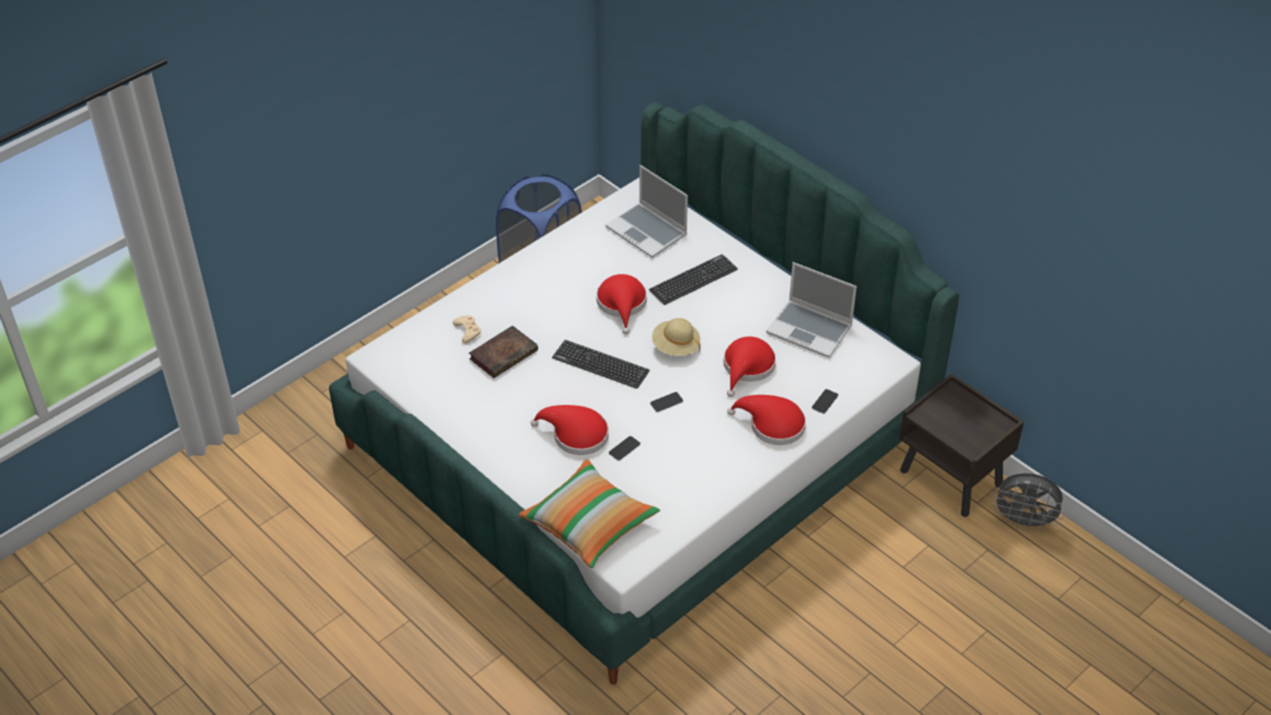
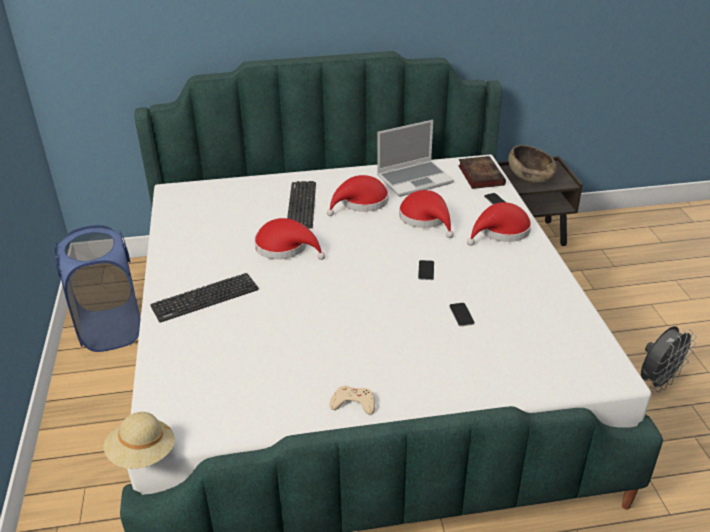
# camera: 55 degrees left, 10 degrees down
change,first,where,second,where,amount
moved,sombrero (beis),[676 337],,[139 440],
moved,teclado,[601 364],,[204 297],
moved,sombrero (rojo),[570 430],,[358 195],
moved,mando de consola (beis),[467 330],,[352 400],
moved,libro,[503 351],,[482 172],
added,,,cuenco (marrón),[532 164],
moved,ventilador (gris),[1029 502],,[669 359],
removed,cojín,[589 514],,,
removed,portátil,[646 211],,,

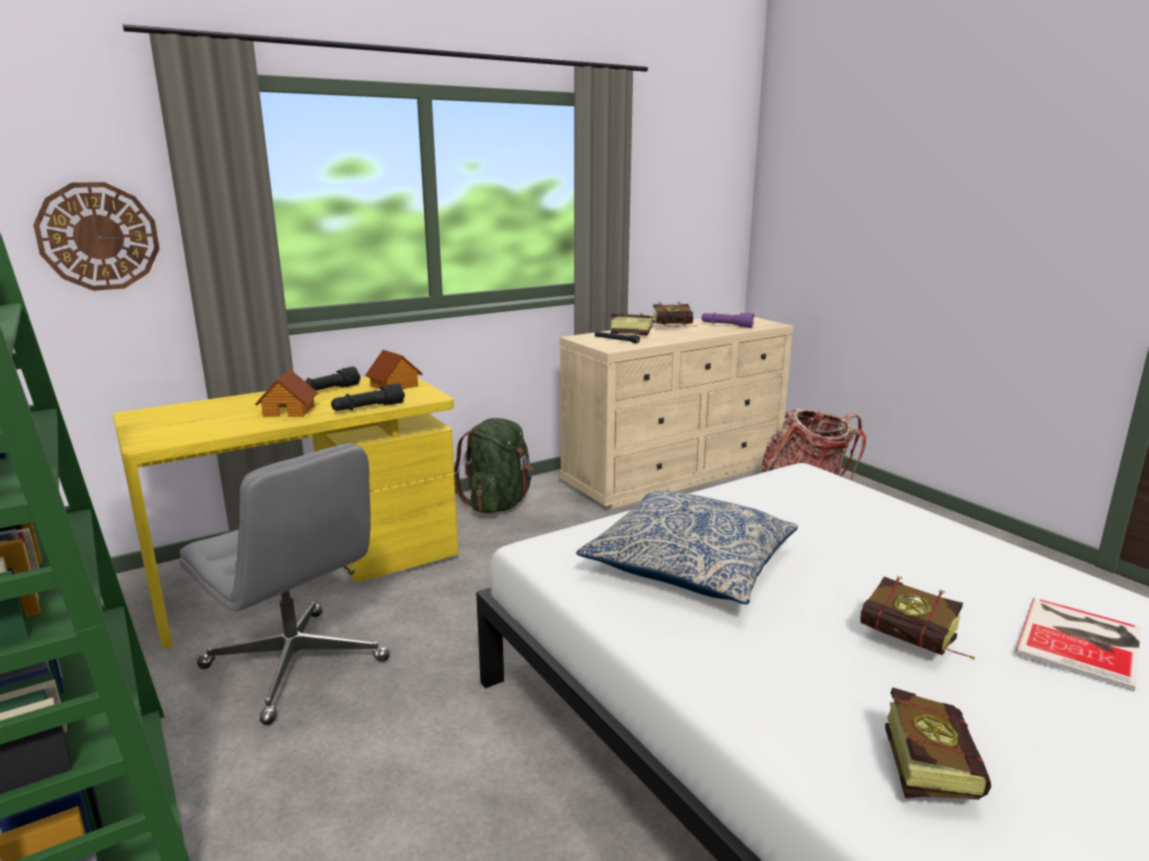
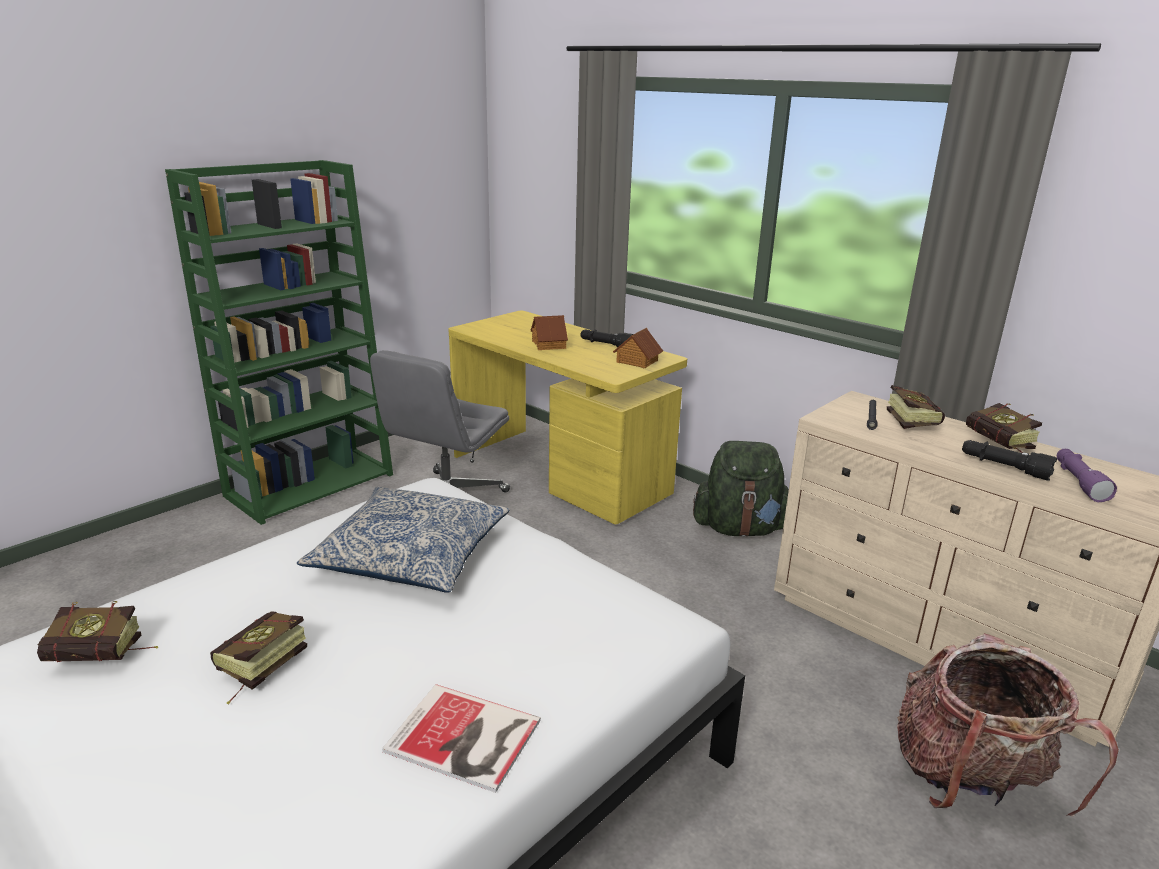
# camera: 75 degrees right, 5 degrees up
change,first,where,second,where,amount
moved,libro,[1078 645],,[461 738],
moved,linterna (negro),[368 397],,[1009 460],
removed,reloj de pared,[96 236],,,

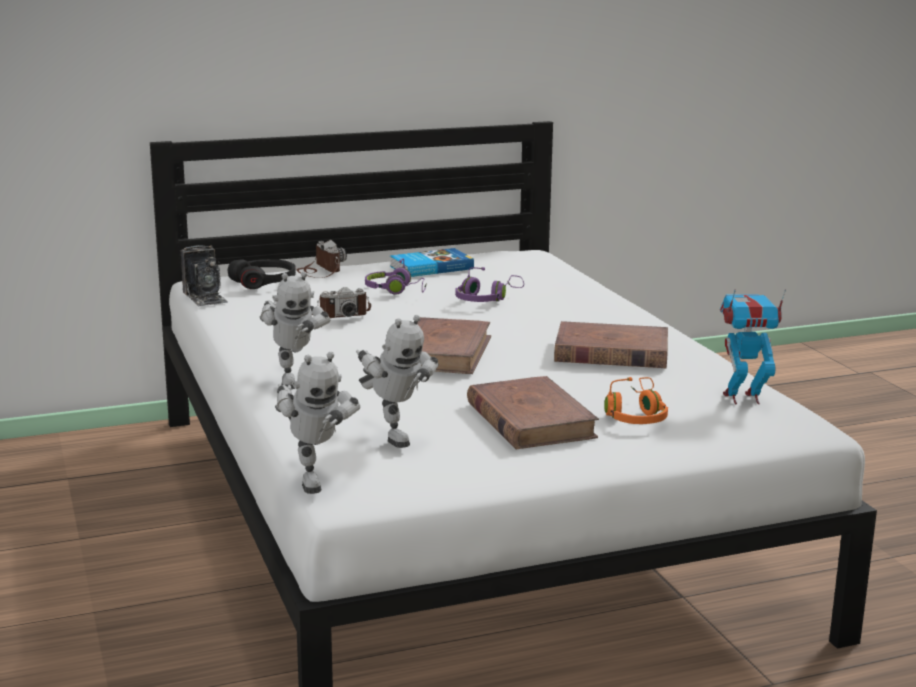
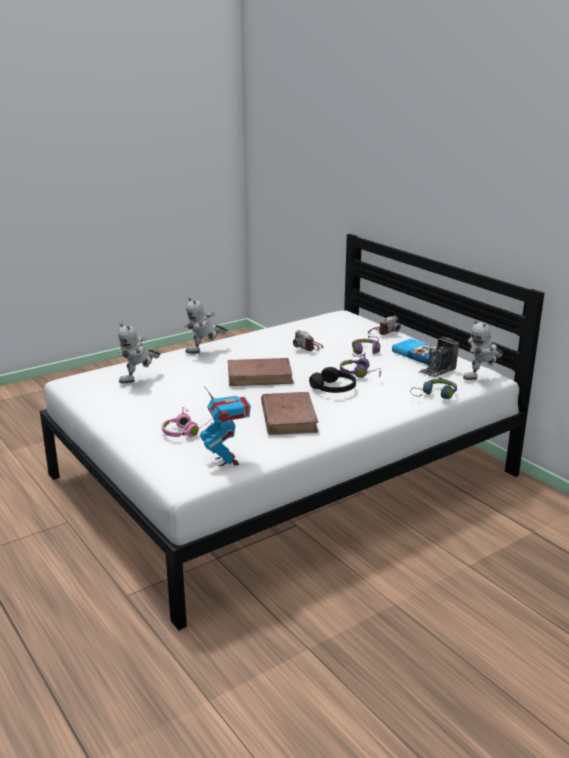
# camera: 75 degrees right, 5 degrees up
change,first,where,second,where,amount
recoloured,auriculares (naranja),[636 400],auriculares (rosa),[187 422],
moved,auriculares (negro),[262 274],,[332 380],
added,,,auriculares (azul),[433 388],
moved,cámara,[204 275],,[439 357],
moved,robot de juguete,[317 423],,[483 350],
removed,libro (marrón),[533 412],,,

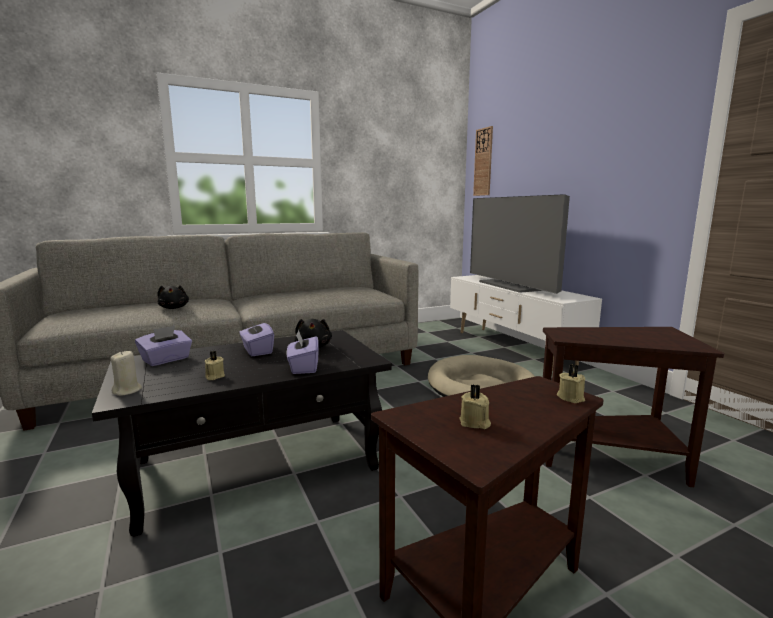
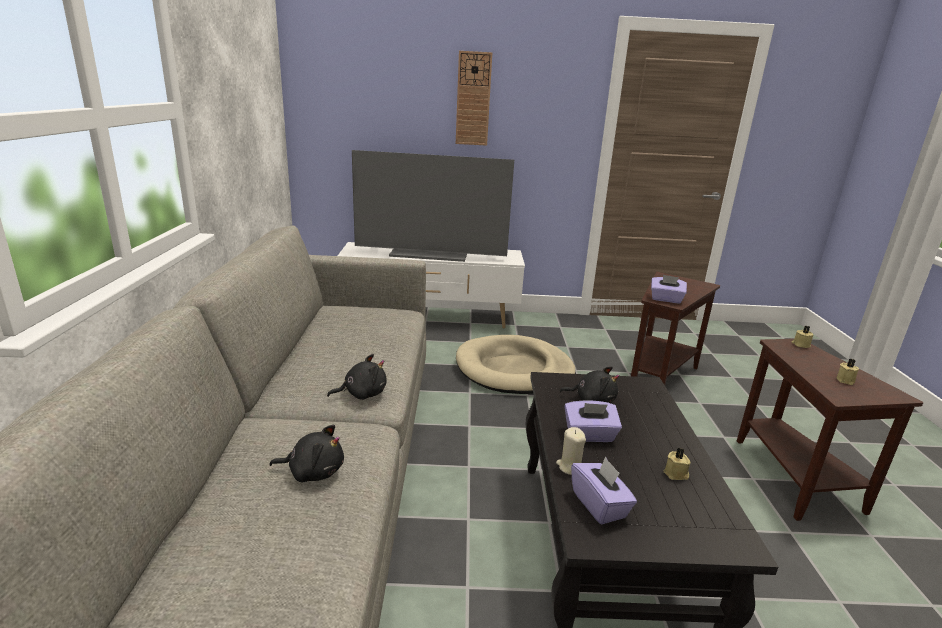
# camera: 65 degrees left, 10 degrees up
change,first,where,second,where,amount
added,,,peluche (negro),[357 377],
moved,reloj de pared,[483 161],,[474 98],
moved,vela (beis),[126 373],,[571 451],
moved,caja de pañuelos (morado),[303 352],,[669 289],

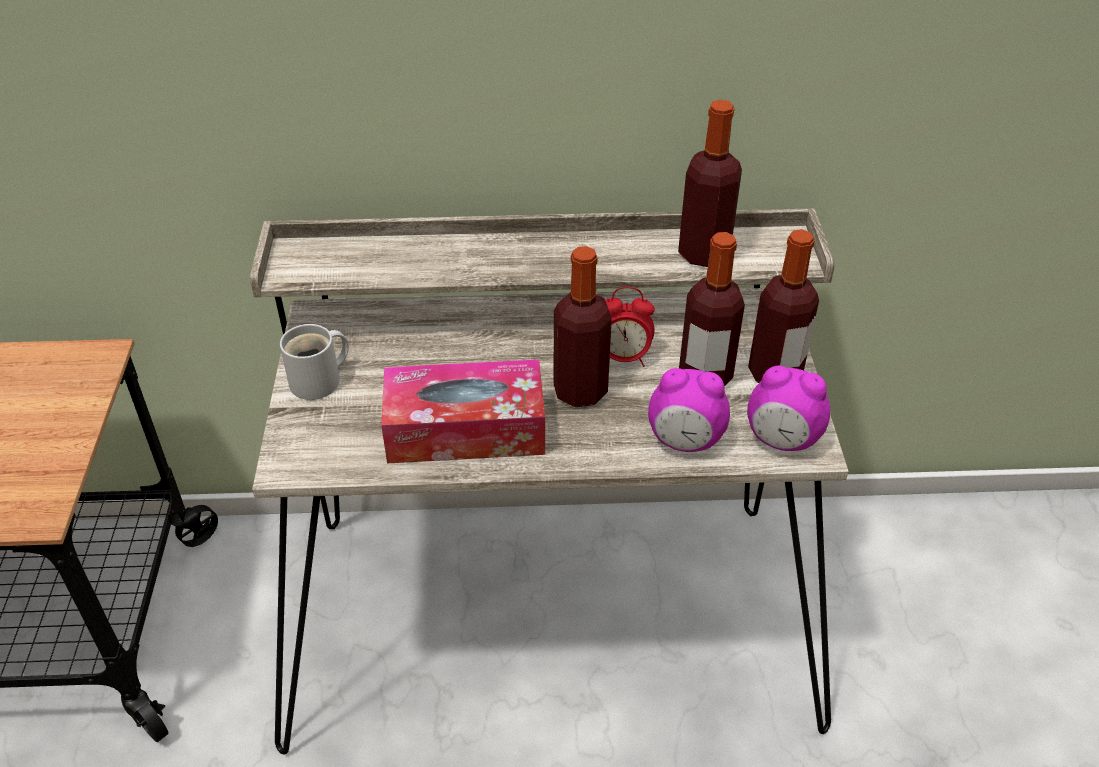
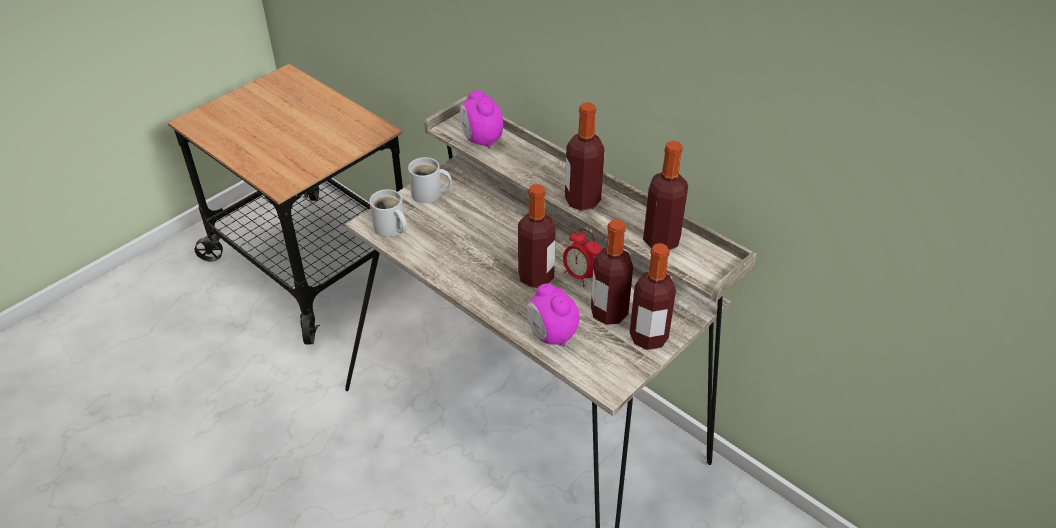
# camera: 45 degrees right, 0 degrees up
change,first,where,second,where,amount
added,,,taza grande (blanco),[388 213],
moved,despertador,[788 408],,[481 119],
added,,,botella,[585 156],
removed,caja de pañuelos,[463 411],,,

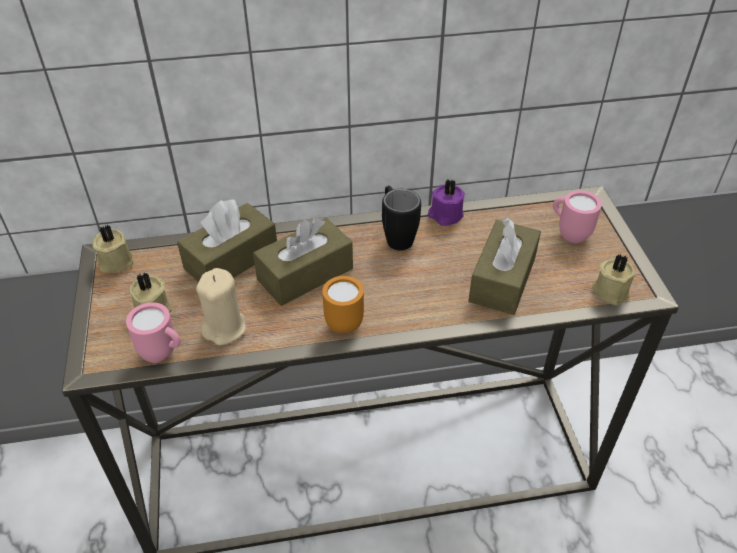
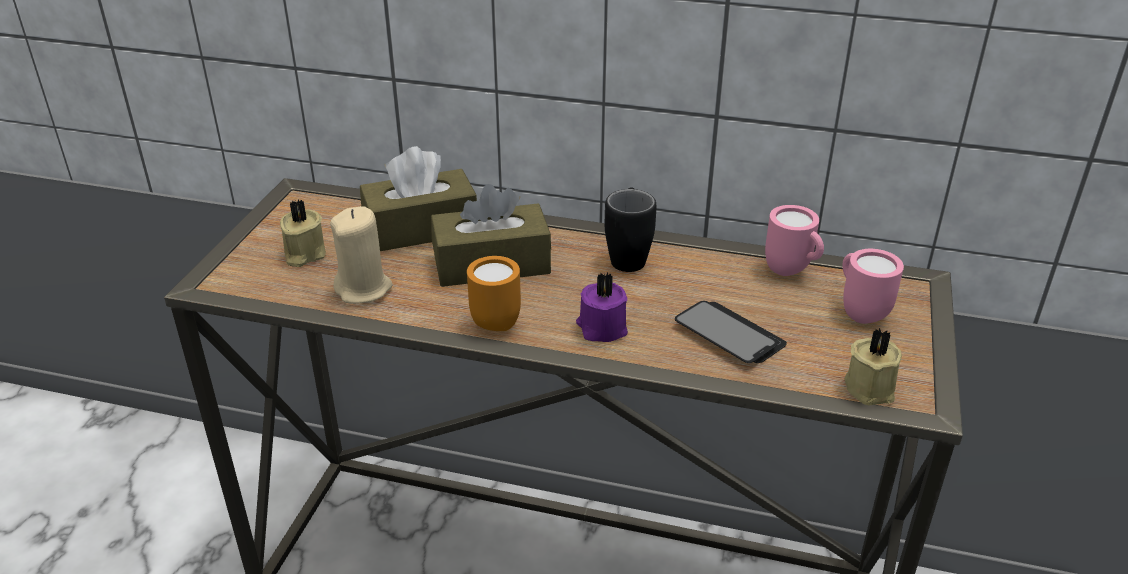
# camera: 25 degrees right, 10 degrees down
change,first,where,second,where,amount
moved,vela (morado),[446 202],,[602 307],
replaced,caja de pañuelos (marrón),[504 266],móvil,[731 332],
moved,taza grande (rosa),[153 332],,[794 240],
removed,vela (beis),[112 249],,,

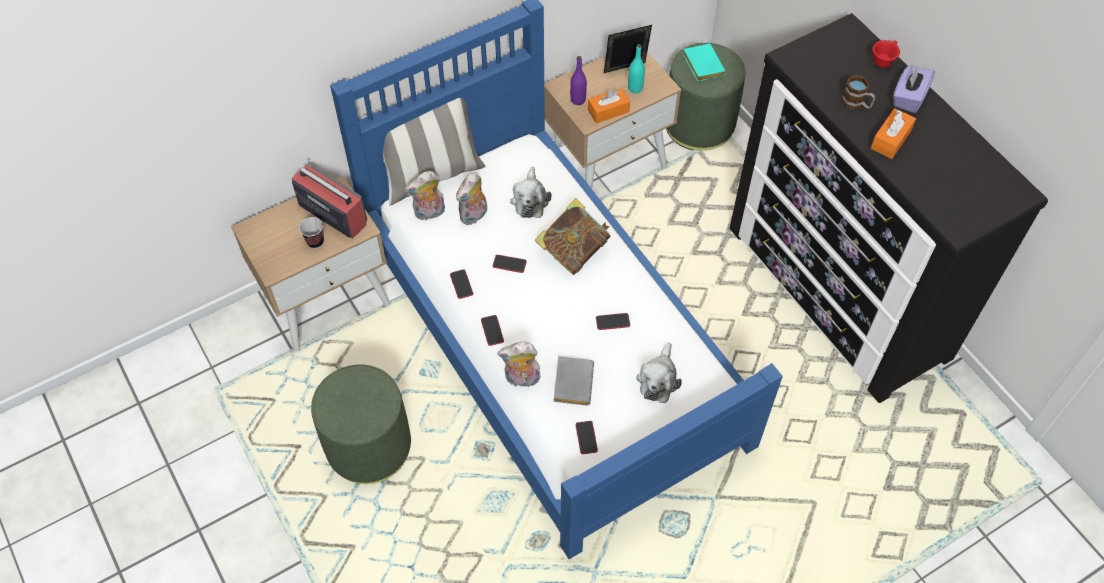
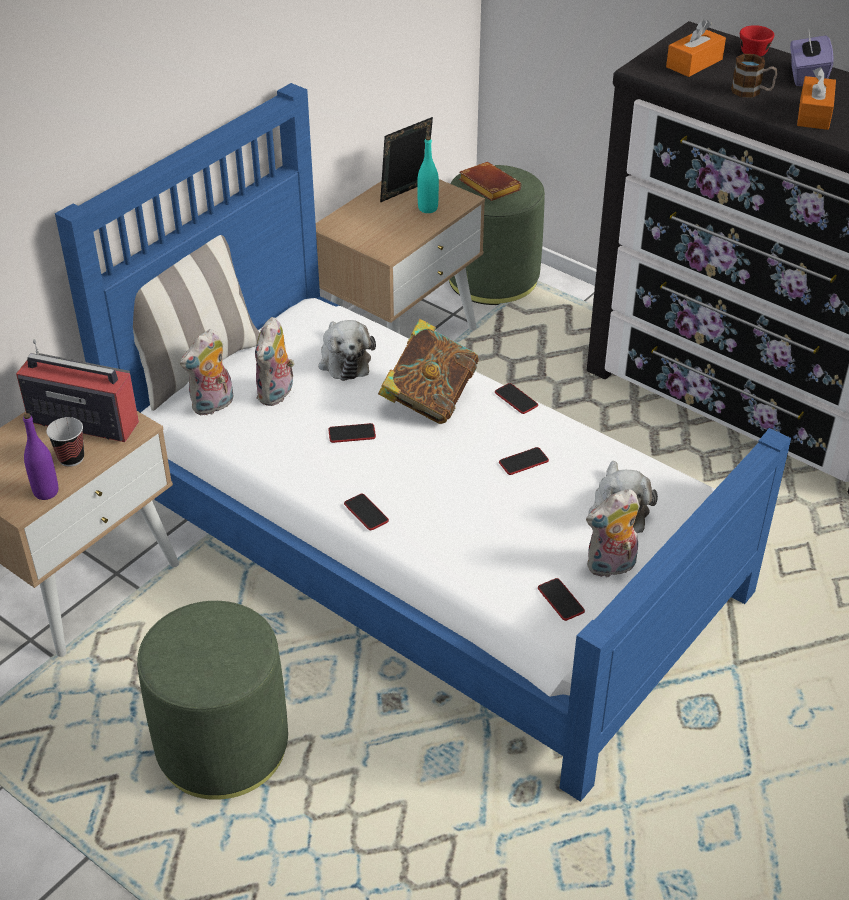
# camera: 20 degrees left, 15 degrees down
change,first,where,second,where,amount
moved,botella (morado),[578 80],,[40 456],
recoloured,libro (turquesa),[704 63],libro (marrón),[490 181],
moved,móvil,[461 284],,[516 398],
moved,peluche,[519 364],,[613 533],
moved,caja de pañuelos (naranja),[609 105],,[696 48],
removed,libro (gris),[573 381],,,

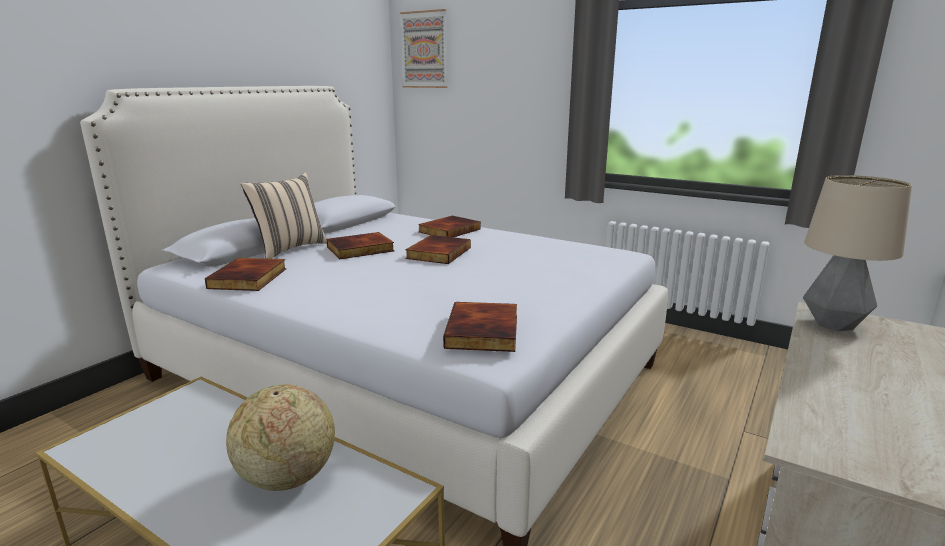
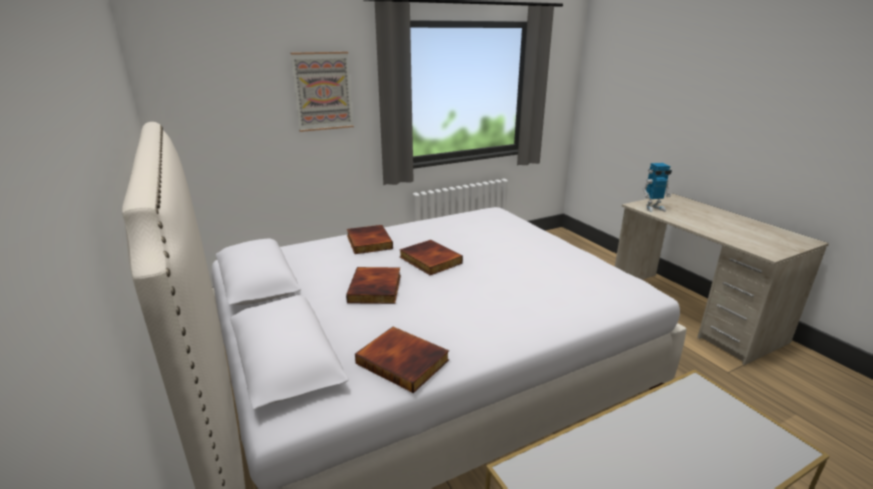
# camera: 60 degrees left, 5 degrees up
change,first,where,second,where,amount
moved,cuadro,[424 48],,[322 92],
replaced,lámpara de mesa,[857 253],robot de juguete,[657 187],
removed,globo terráqueo,[280 437],,,
removed,cojín (beis),[284 216],,,
removed,libro,[480 327],,,

